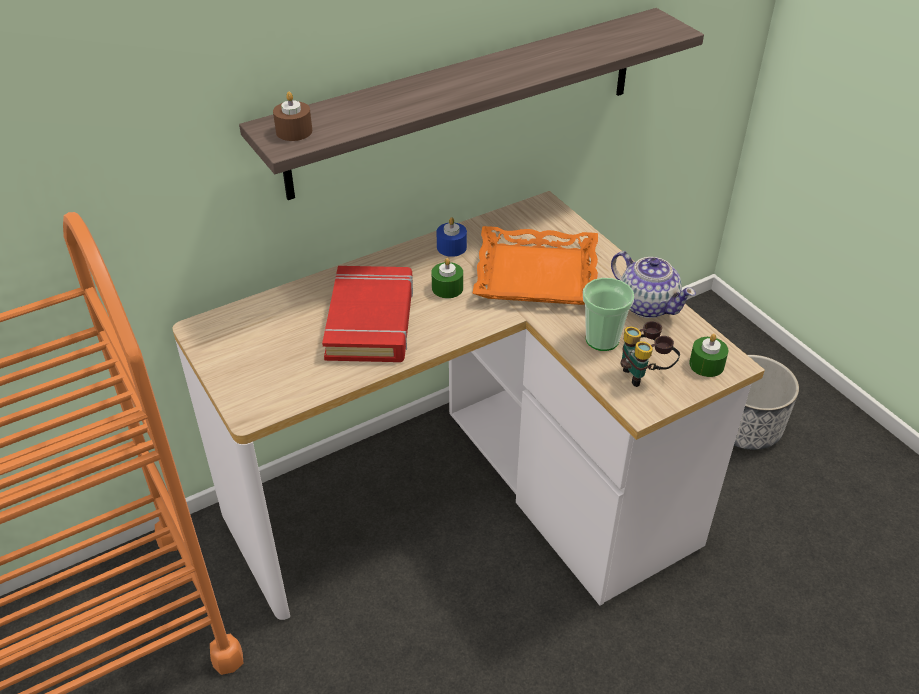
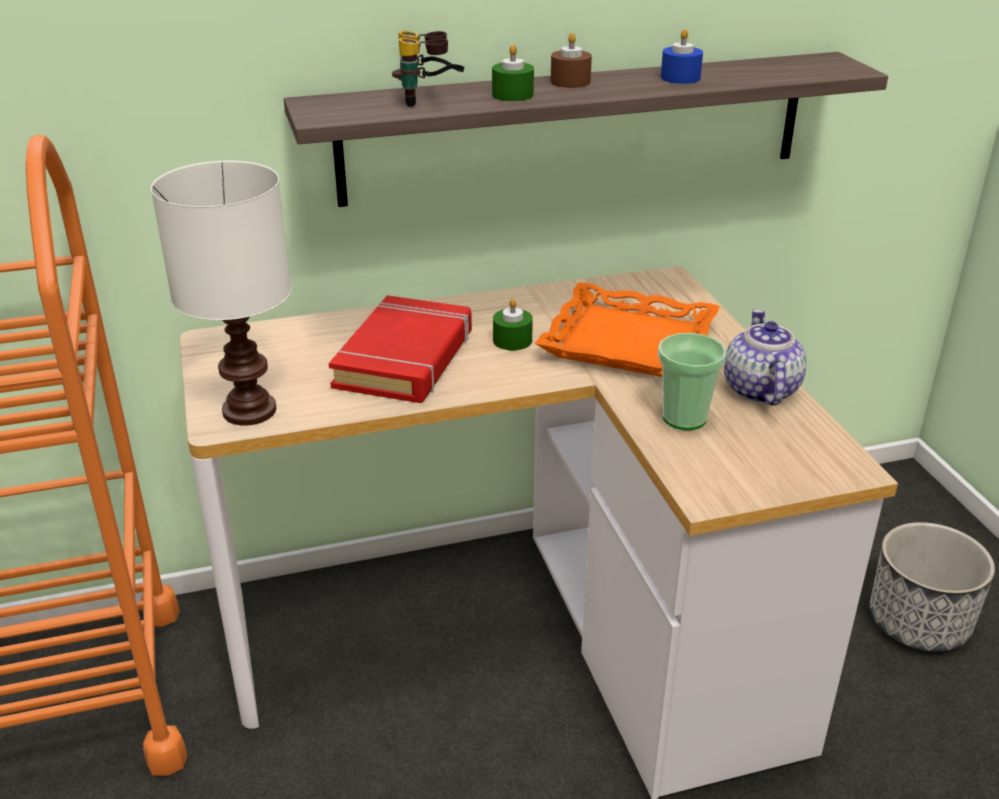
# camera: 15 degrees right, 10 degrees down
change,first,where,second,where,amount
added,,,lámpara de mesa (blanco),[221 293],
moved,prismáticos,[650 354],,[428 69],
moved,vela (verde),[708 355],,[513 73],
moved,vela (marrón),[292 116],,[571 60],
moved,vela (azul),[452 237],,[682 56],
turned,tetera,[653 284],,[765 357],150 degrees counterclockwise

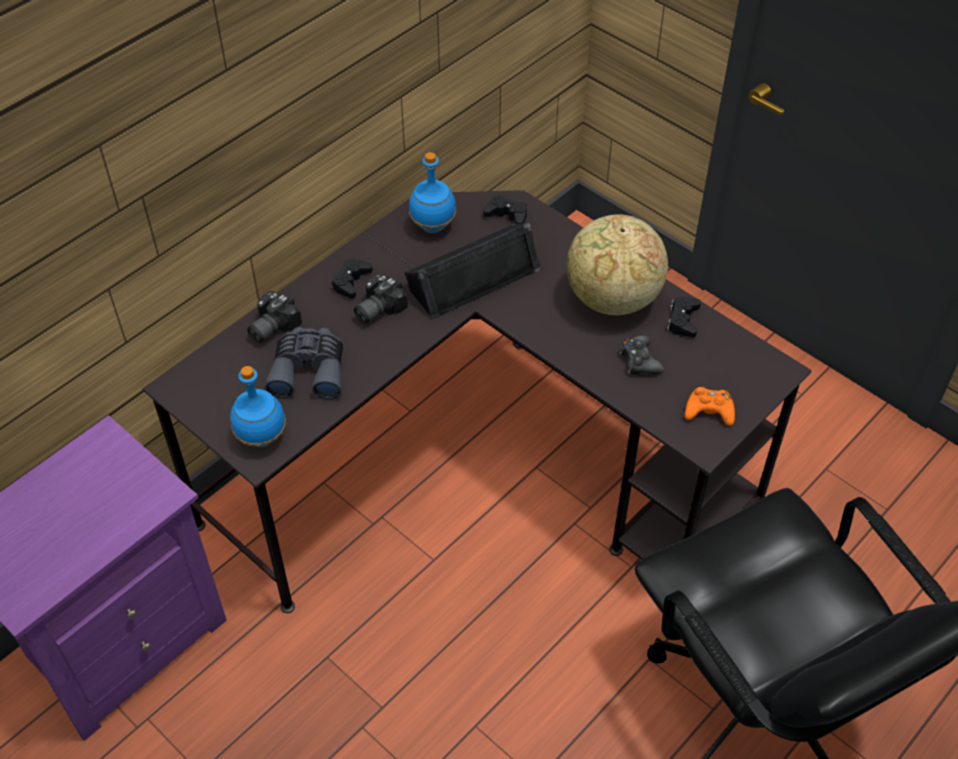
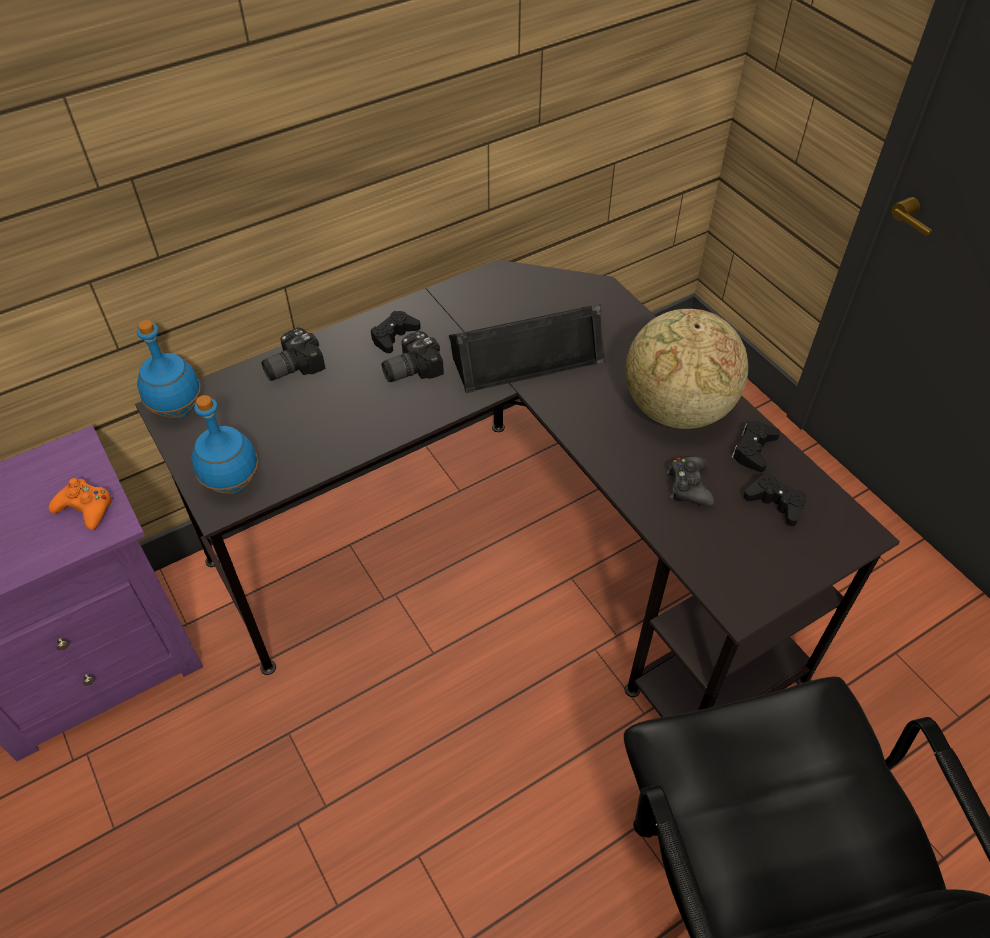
# camera: 15 degrees right, 0 degrees up
change,first,where,second,where,amount
moved,mando de consola (naranja),[710 406],,[80 504],
moved,botella (azul),[432 192],,[169 369],
moved,mando de consola (negro),[505 209],,[774 499],
removed,prismáticos (gris),[304 363],,,

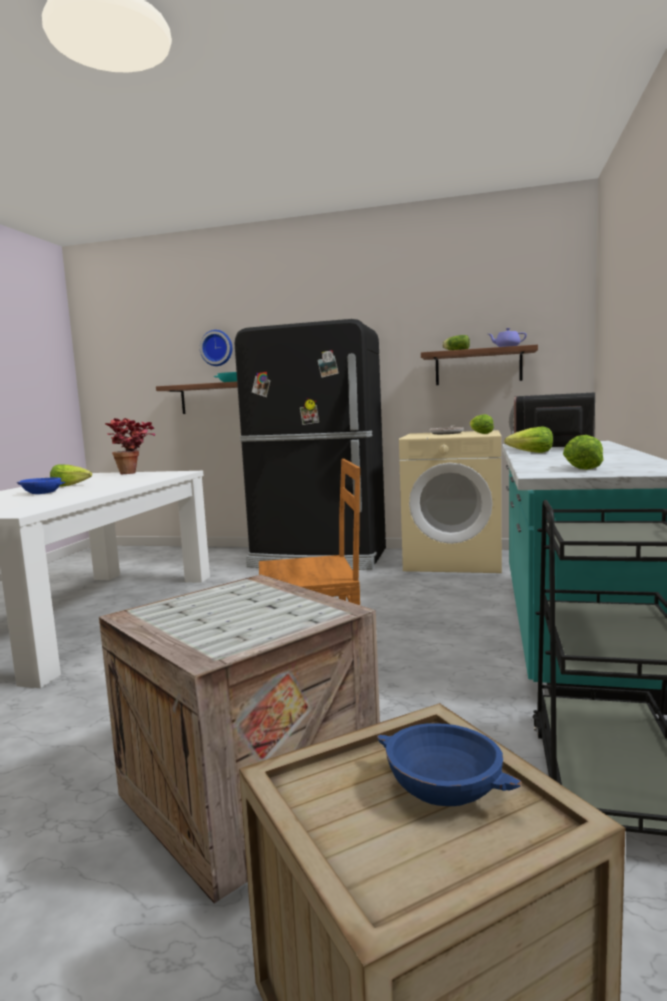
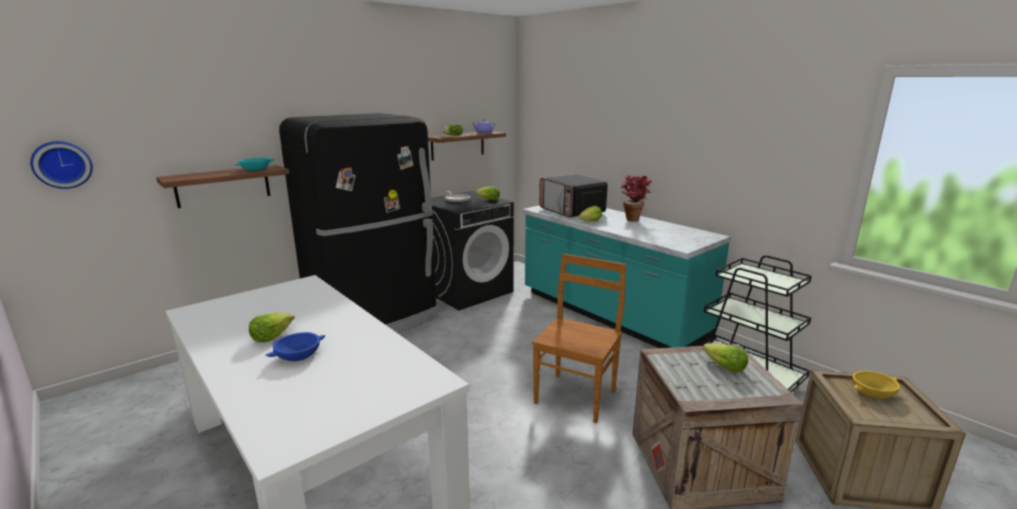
# camera: 55 degrees left, 10 degrees up
change,first,where,second,where,amount
moved,reloj de pared,[216 348],,[61 165],
recoloured,lavadora (beis),[450 501],lavadora (negro),[472 251],
moved,planta en maceta,[130 446],,[636 198],
moved,lechuga,[583 452],,[725 357],
recoloured,cuenco (azul),[449 764],cuenco (amarillo),[876 385],

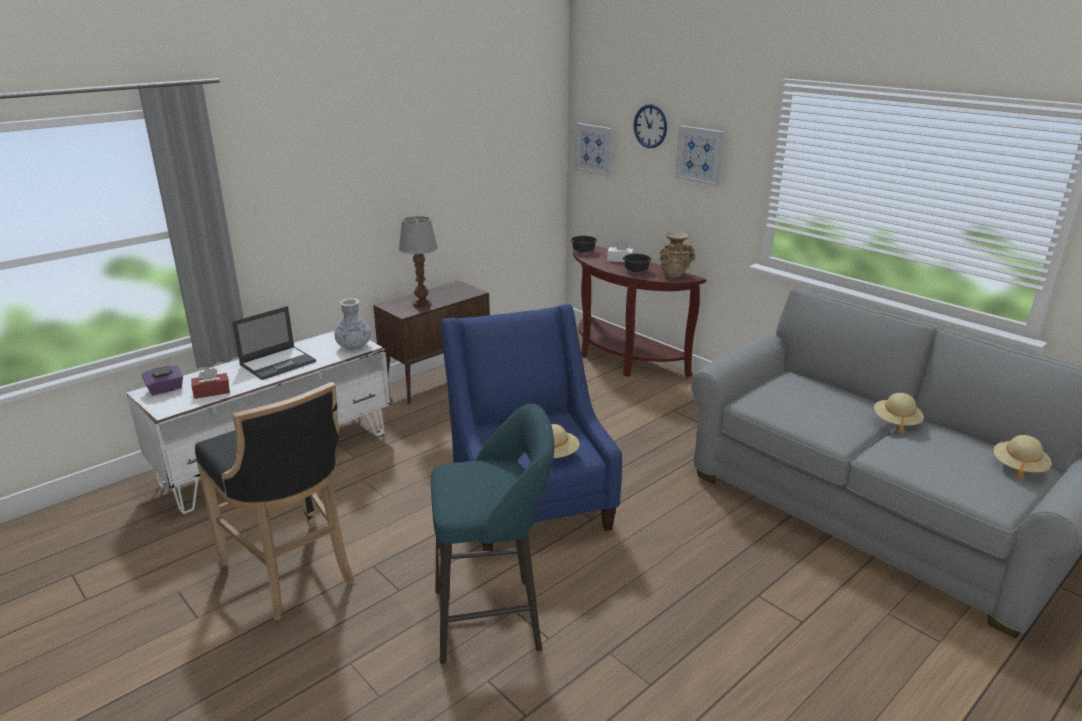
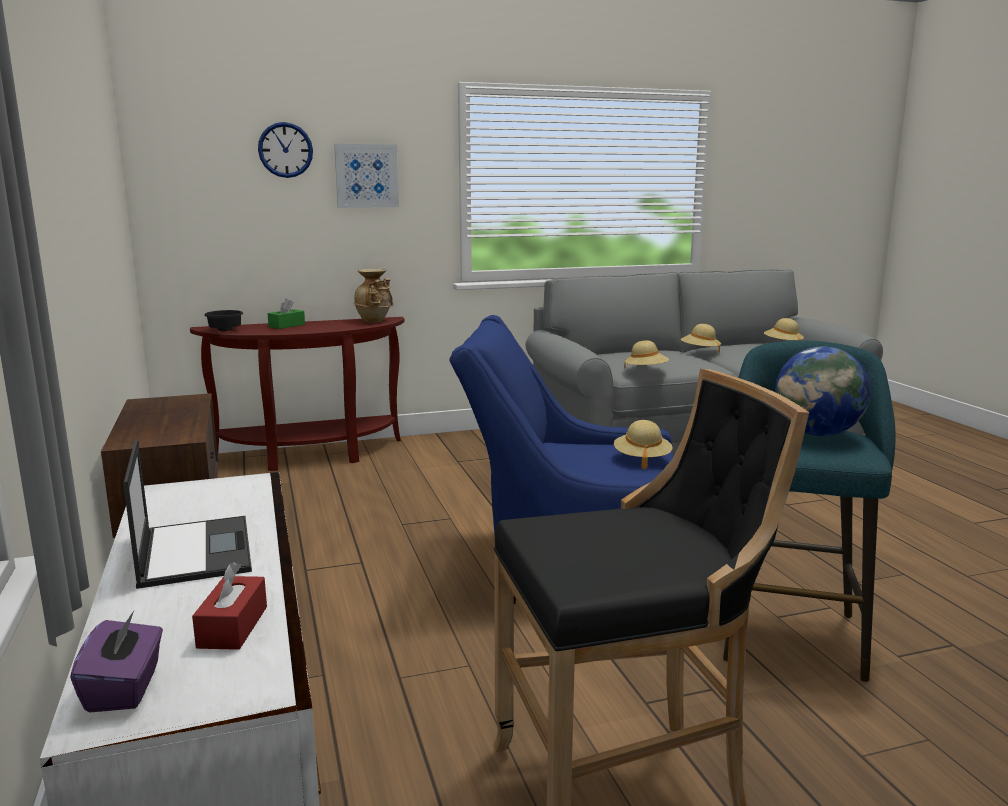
# camera: 65 degrees left, 10 degrees down
change,first,where,second,where,amount
recoloured,caja de pañuelos (blanco),[620 251],caja de pañuelos (verde),[286 314],
added,,,sombrero (beis),[646 355],
added,,,globo terráqueo,[823 391],
removed,florero,[352 324],,,
removed,lámpara de mesa,[418 262],,,
removed,cuadro,[593 150],,,
removed,cuenco (negro),[637 263],,,

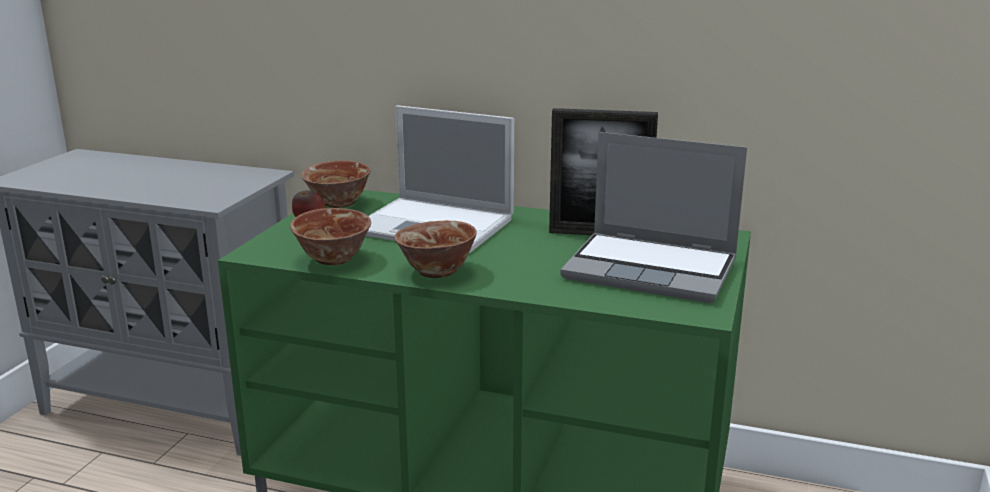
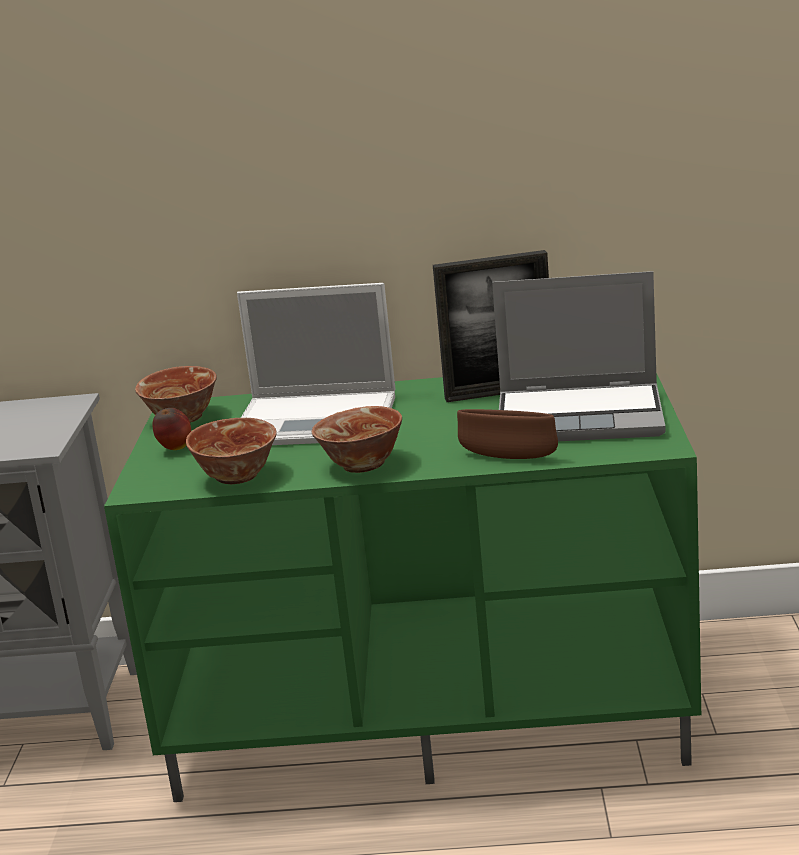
# camera: 15 degrees left, 0 degrees up
change,first,where,second,where,amount
added,,,cuenco (marrón),[507 434],

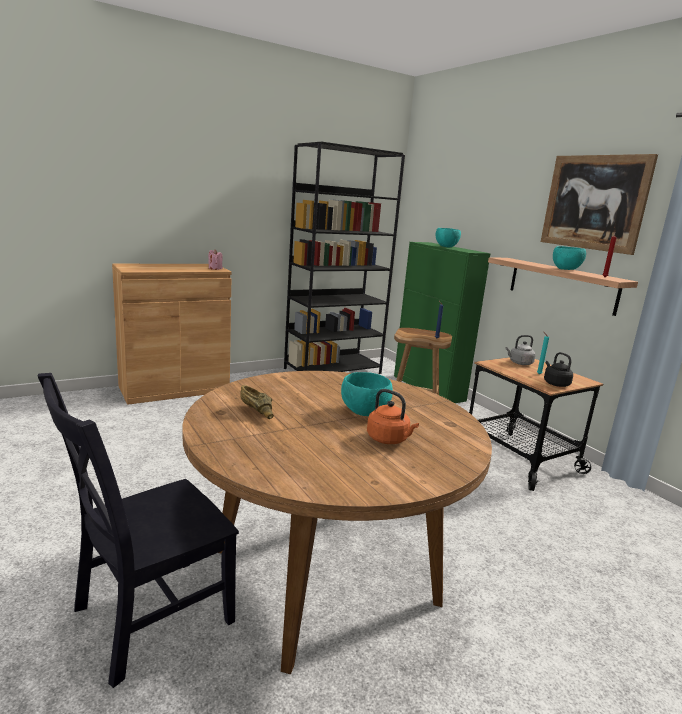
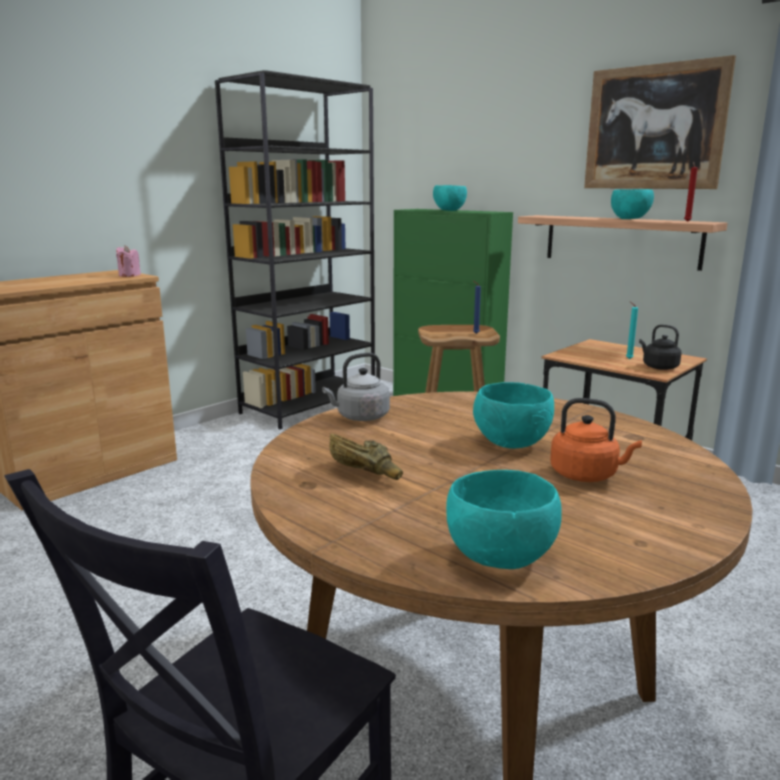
# camera: 15 degrees left, 0 degrees up
change,first,where,second,where,amount
moved,hervidor (gris),[520 350],,[356 387],
added,,,cuenco (turquesa),[504 519],

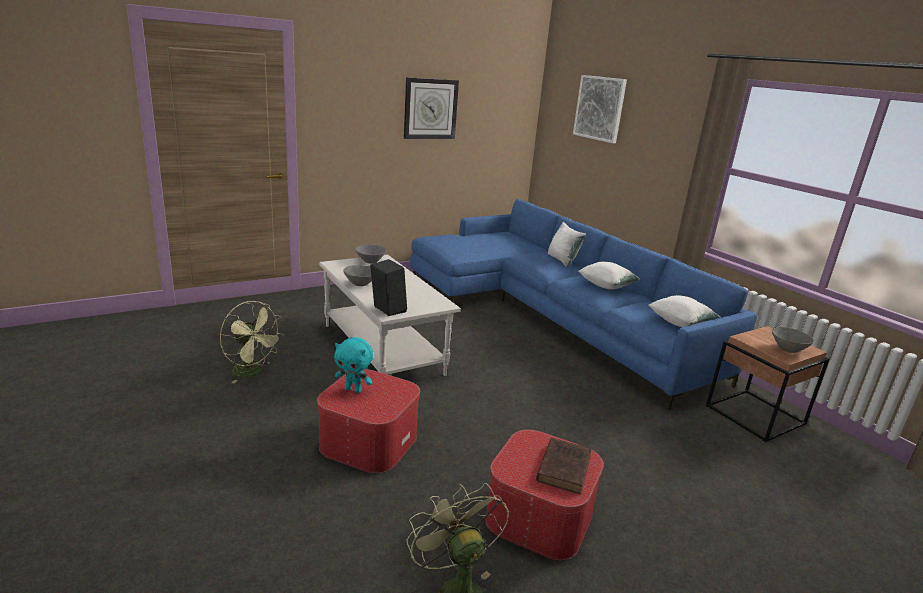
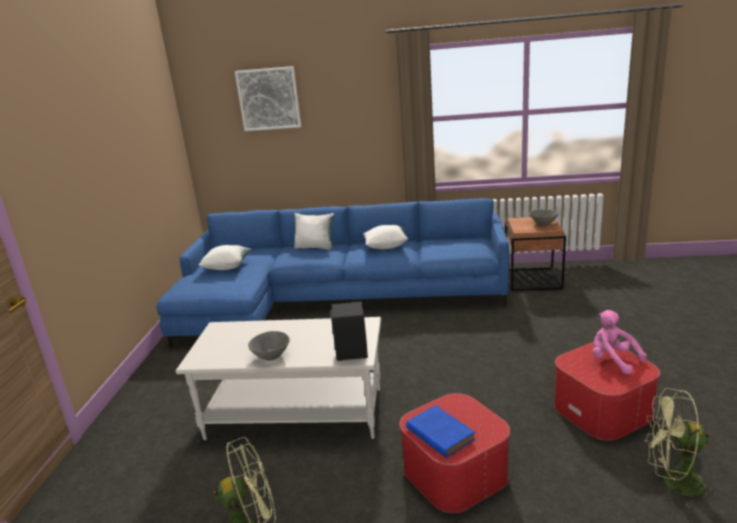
# camera: 50 degrees left, 0 degrees up
change,first,where,second,where,amount
moved,cojín (blanco),[685 311],,[225 257],
replaced,peluche (turquesa),[353 365],libro (azul),[441 431],
replaced,libro (marrón),[564 466],peluche (rosa),[619 342],
removed,cuenco (gris),[370 254],,,
removed,reloj de pared,[431 108],,,

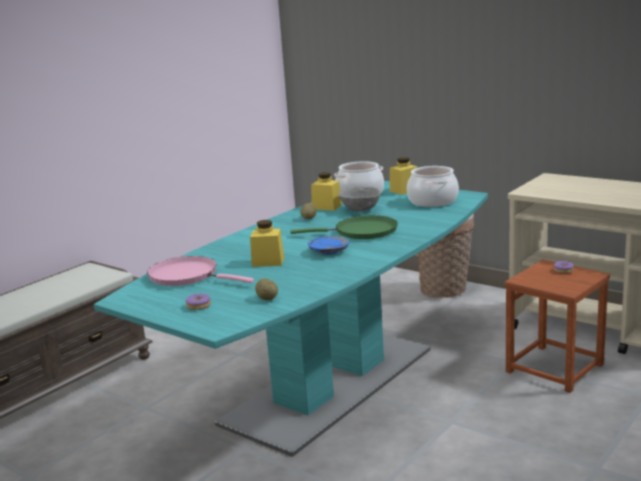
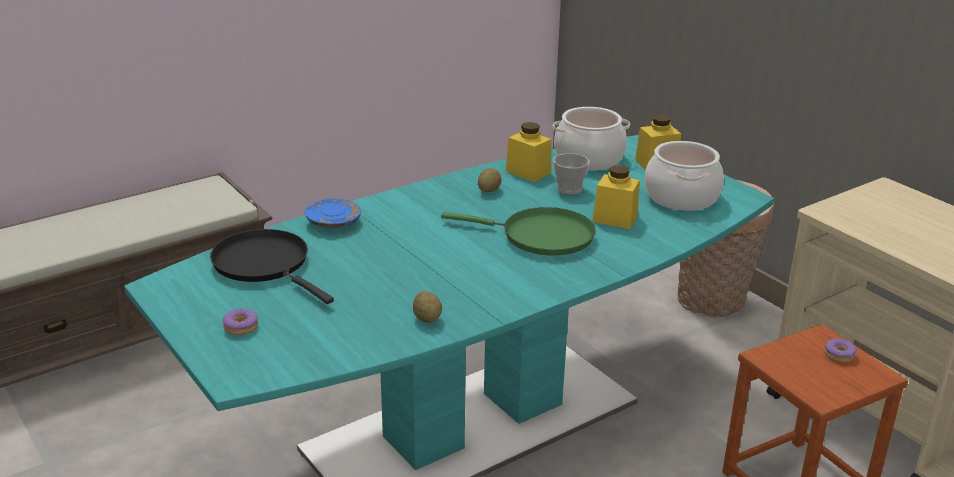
# camera: 15 degrees right, 10 degrees up
change,first,where,second,where,amount
recoloured,sartén (rosa),[200 271],sartén (negro),[272 266],
moved,plato (azul),[328 245],,[333 214],
moved,patata,[266 289],,[427 307],
replaced,cuenco (gris),[360 199],taza,[571 174],
moved,tarro (amarillo),[267 243],,[616 197],

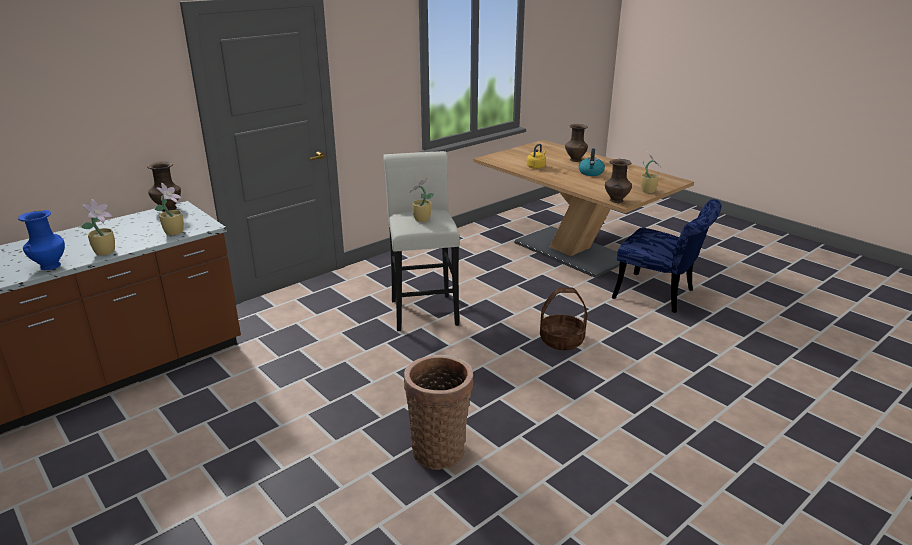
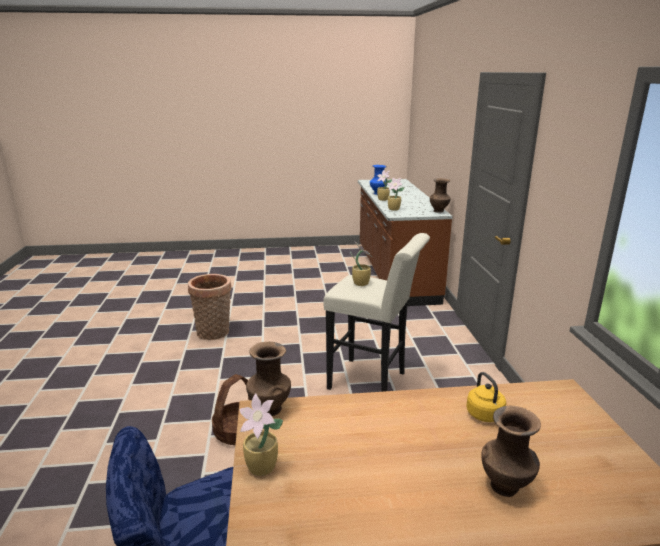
# camera: 125 degrees right, 5 degrees down
change,first,where,second,where,amount
removed,hervidor,[592 162],,,

